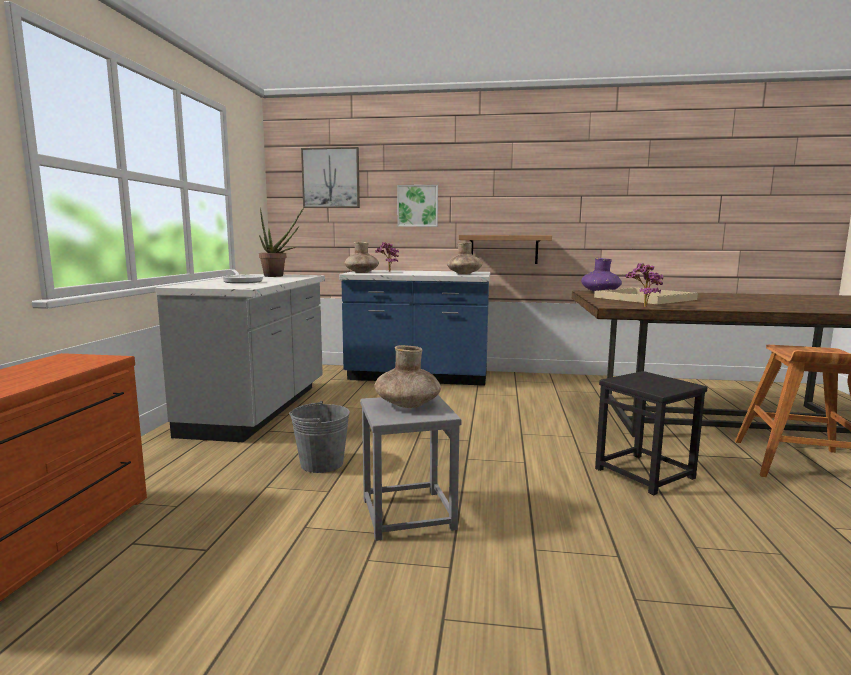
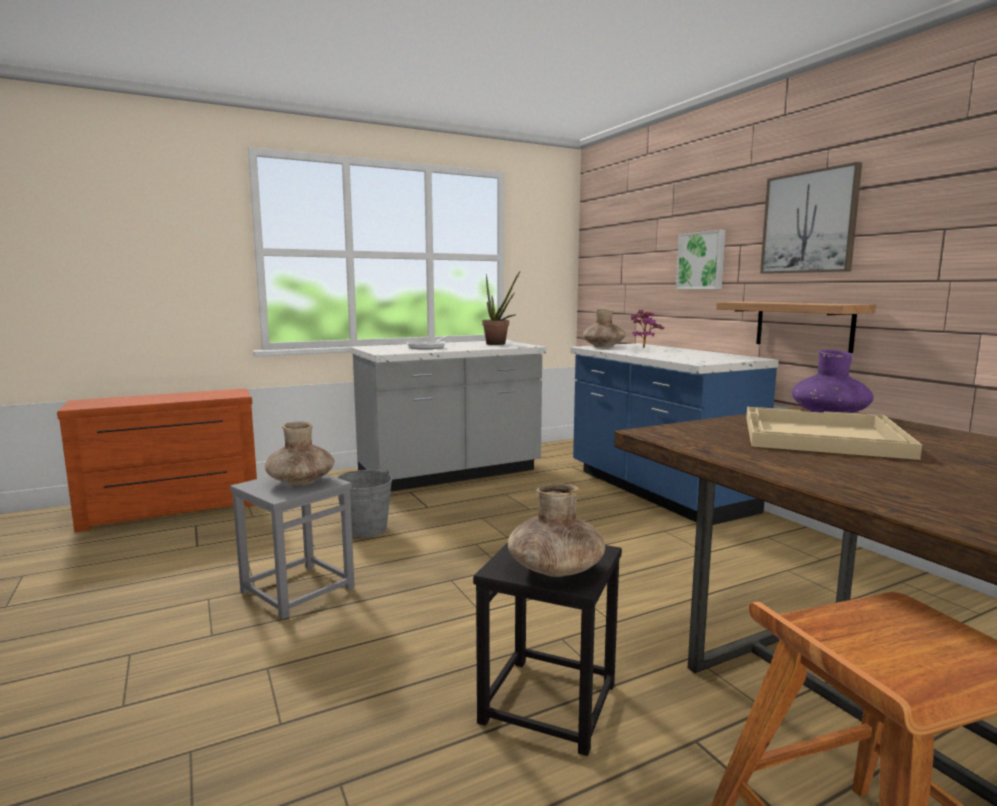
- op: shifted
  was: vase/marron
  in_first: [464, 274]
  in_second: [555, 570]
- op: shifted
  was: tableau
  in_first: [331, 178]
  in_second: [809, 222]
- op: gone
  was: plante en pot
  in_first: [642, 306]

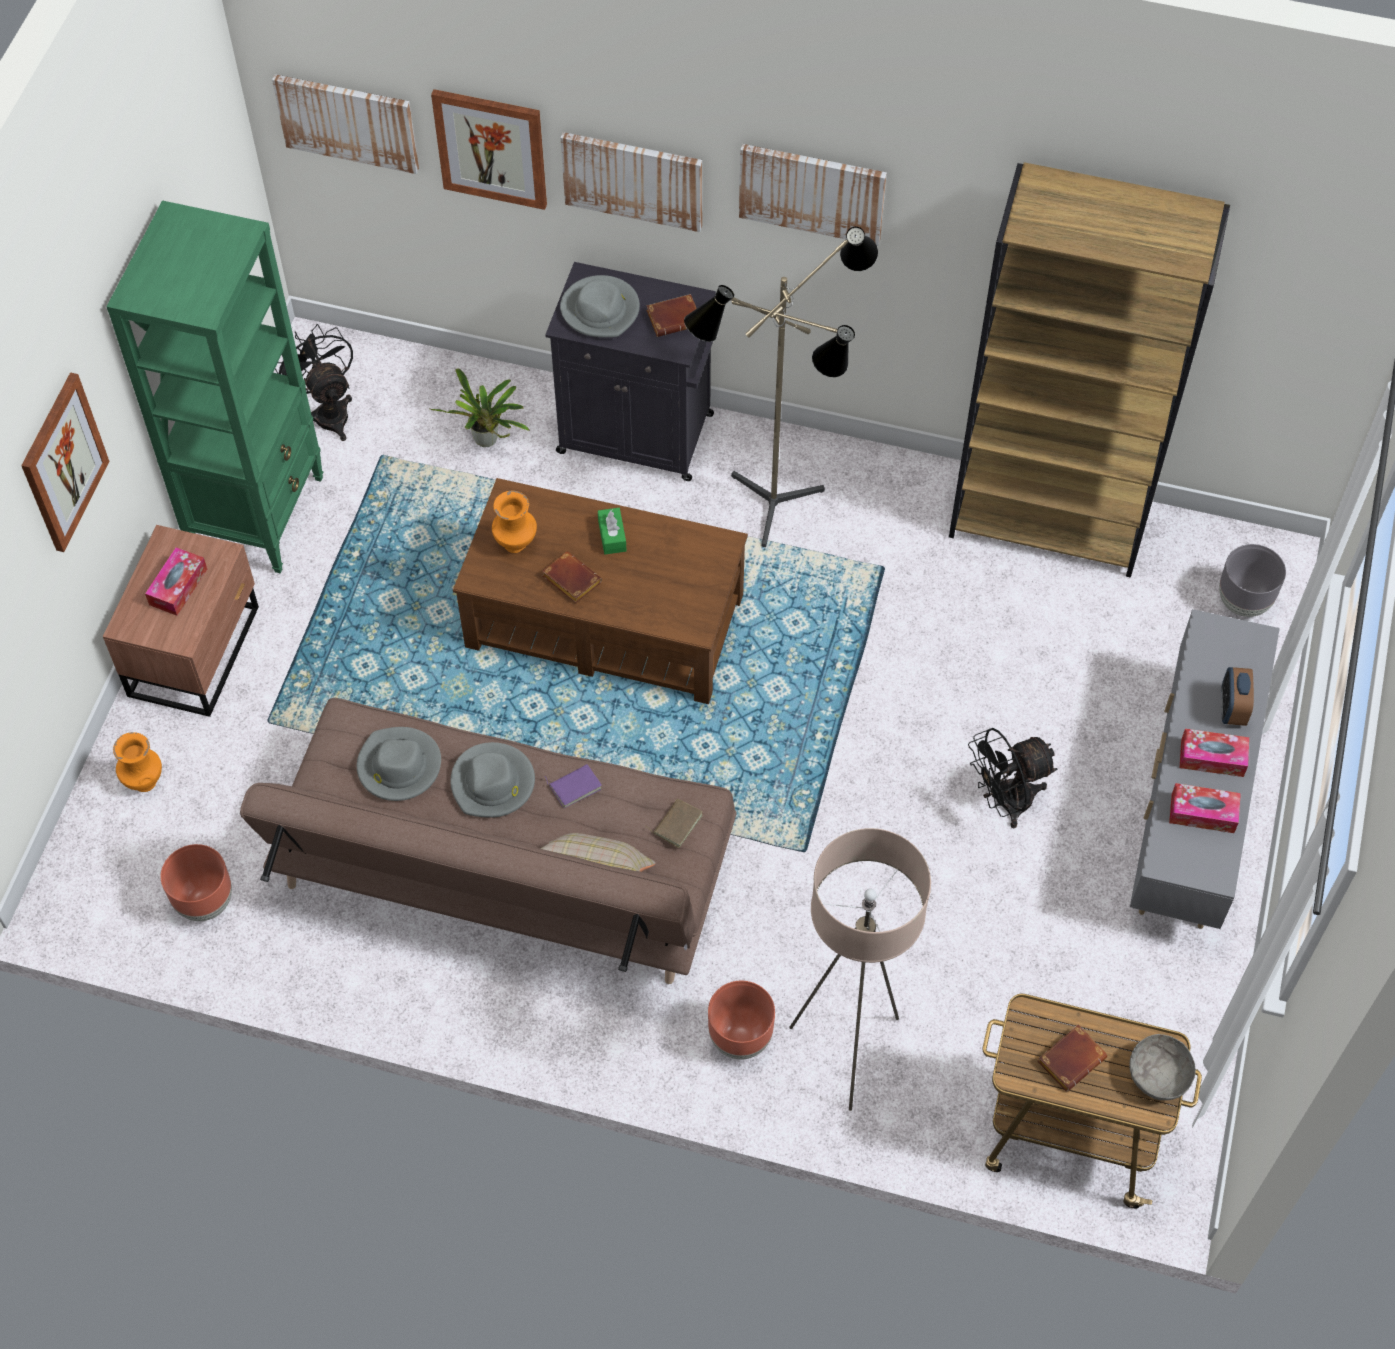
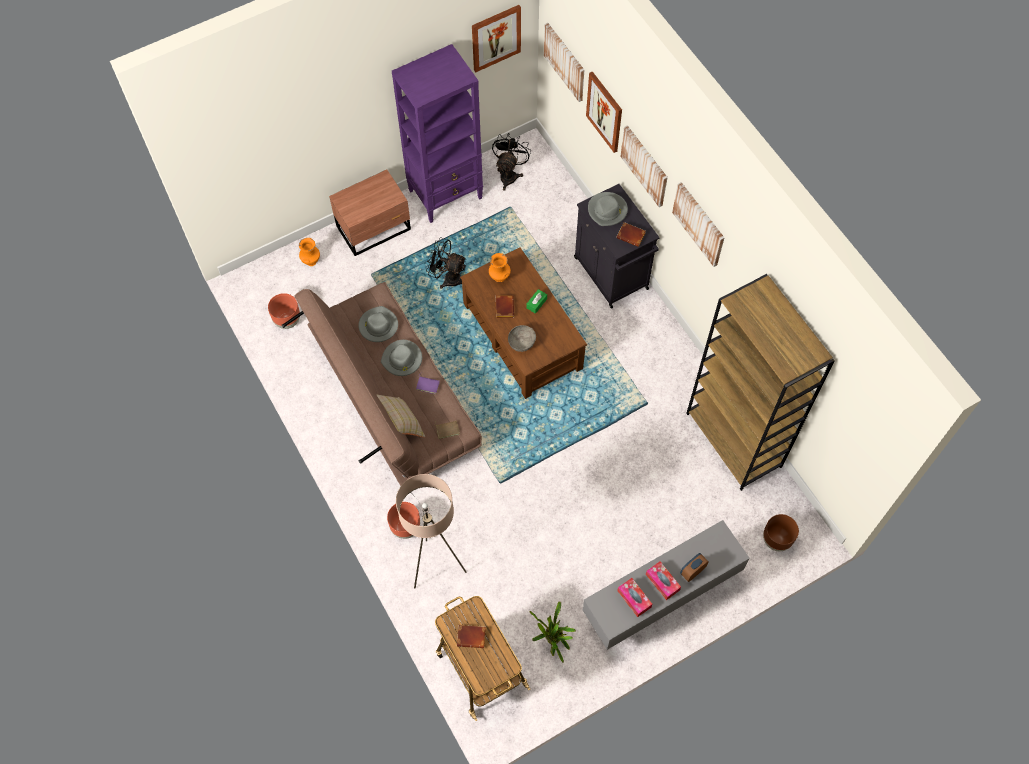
- op: repainted
  was: bibliothèque/vert
  now: bibliothèque/violet
  in_first: [258, 513]
  in_second: [446, 194]
- op: shifted
  was: ventilateur/noir
  in_first: [1005, 802]
  in_second: [448, 278]
- op: shifted
  was: tableau
  in_first: [63, 462]
  in_second: [496, 37]
- op: shifted
  was: bol/gris
  in_first: [1158, 1075]
  in_second: [521, 342]
- op: shifted
  was: plante en pot
  in_first: [488, 442]
  in_second: [553, 641]
- op: repainted
  was: cache-pot/gris
  now: cache-pot/marron
  in_first: [1244, 602]
  in_second: [776, 540]
- op: gone
  was: boîte à mouchoirs
  in_first: [178, 587]
- op: gone
  was: lampadaire
  in_first: [778, 512]

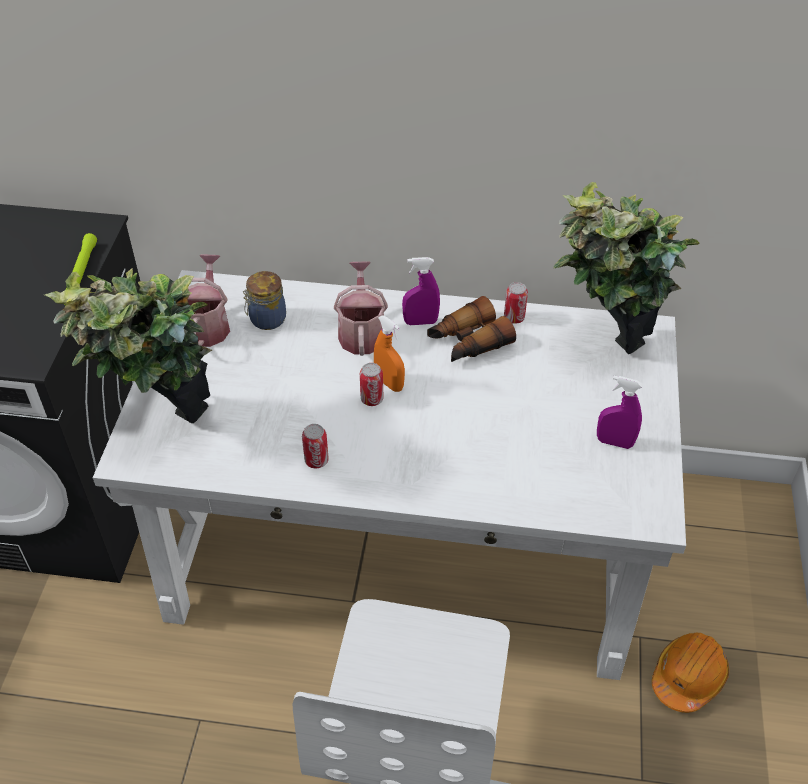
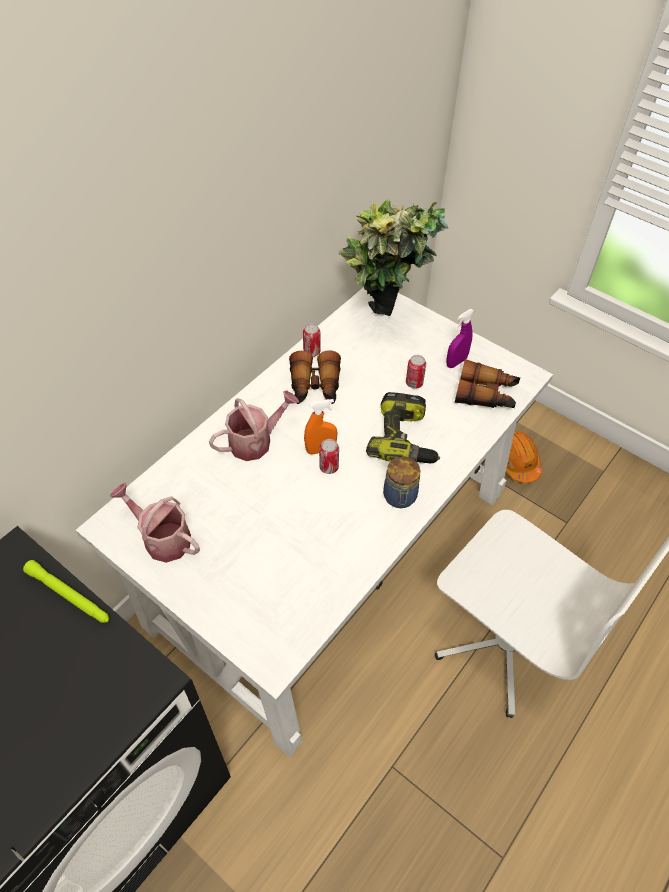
- op: rotated
  was: arrosoir
  in_first: [361, 332]
  in_second: [256, 441]
  clockwise: 120
- op: new
  now: perceuse
  in_second: [405, 439]
- op: shifted
  was: bocal
  in_first: [266, 319]
  in_second: [400, 497]
- op: shifted
  was: boîte métallique
  in_first: [316, 460]
  in_second: [414, 383]
- op: new
  now: jumelles
  in_second: [486, 394]
- op: gone
  was: plante en pot
  in_first: [167, 435]
- op: gone
  was: vaporisateur/violet
  in_first: [420, 322]

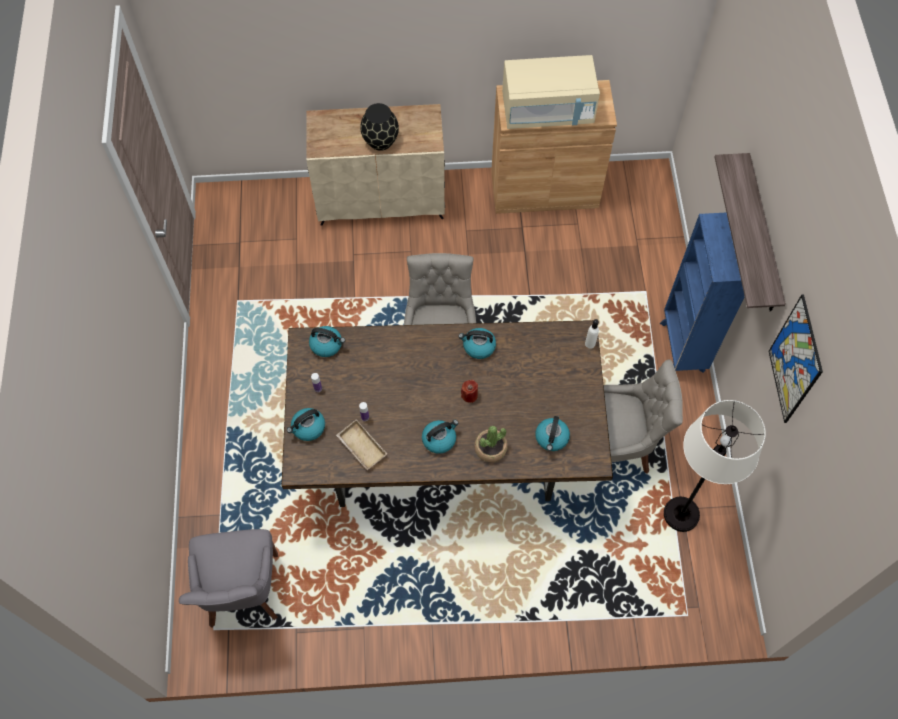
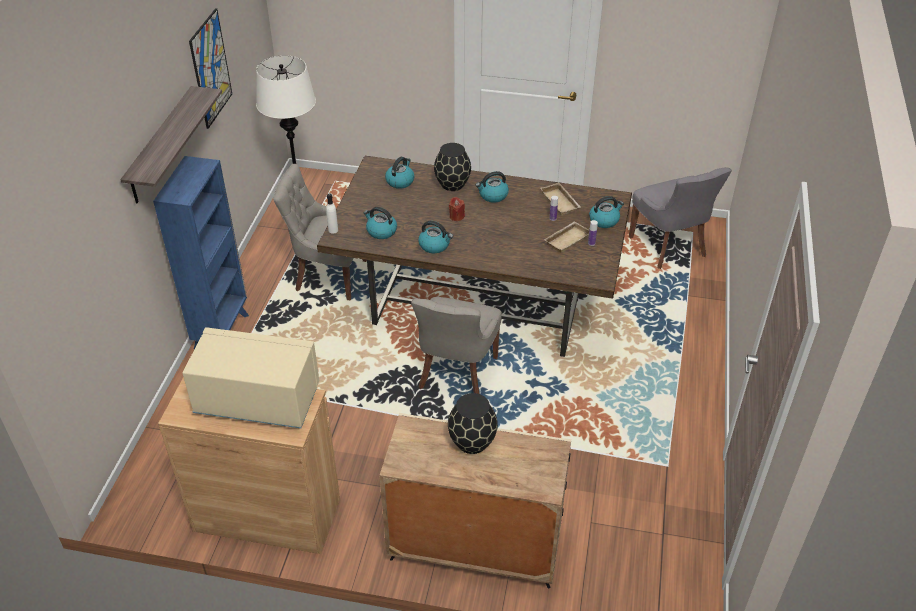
- op: shifted
  was: bouilloire
  in_first: [327, 345]
  in_second: [381, 231]
- op: swapped
  was: plante en pot
  now: vase/noir
  in_first: [490, 448]
  in_second: [452, 184]
- op: new
  now: plateau/beige
  in_second: [566, 239]
- op: rotated
  was: chaise/gris
  in_first: [242, 592]
  in_second: [669, 247]
  clockwise: 150

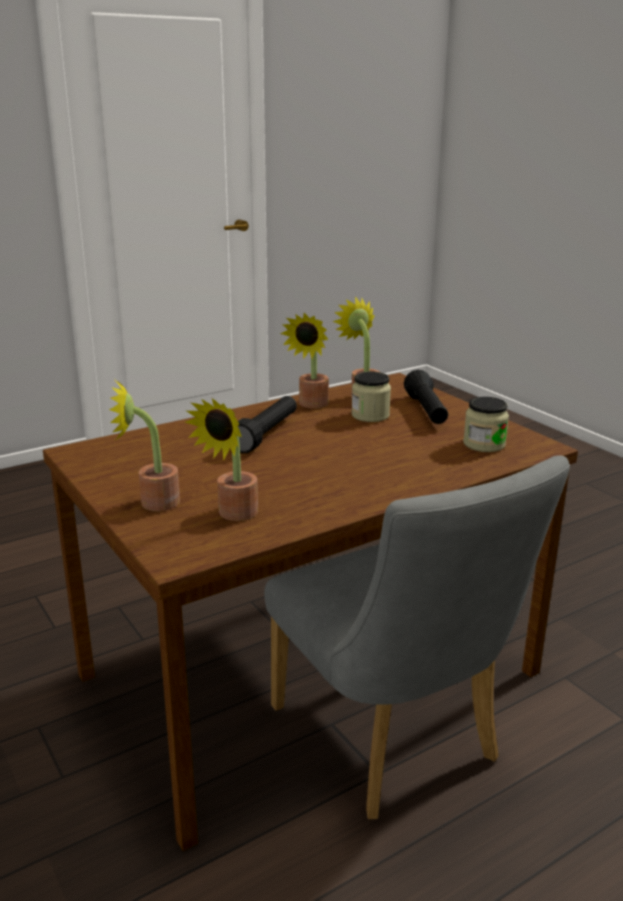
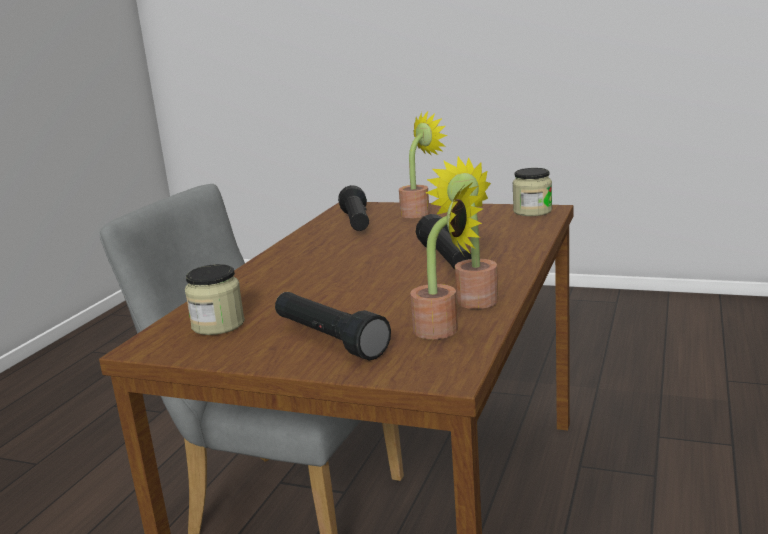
- op: swapped
  was: plante en pot
  now: lampe de poche/noir
  in_first: [233, 515]
  in_second: [356, 223]
- op: shifted
  was: bocal
  in_first: [370, 415]
  in_second: [532, 211]

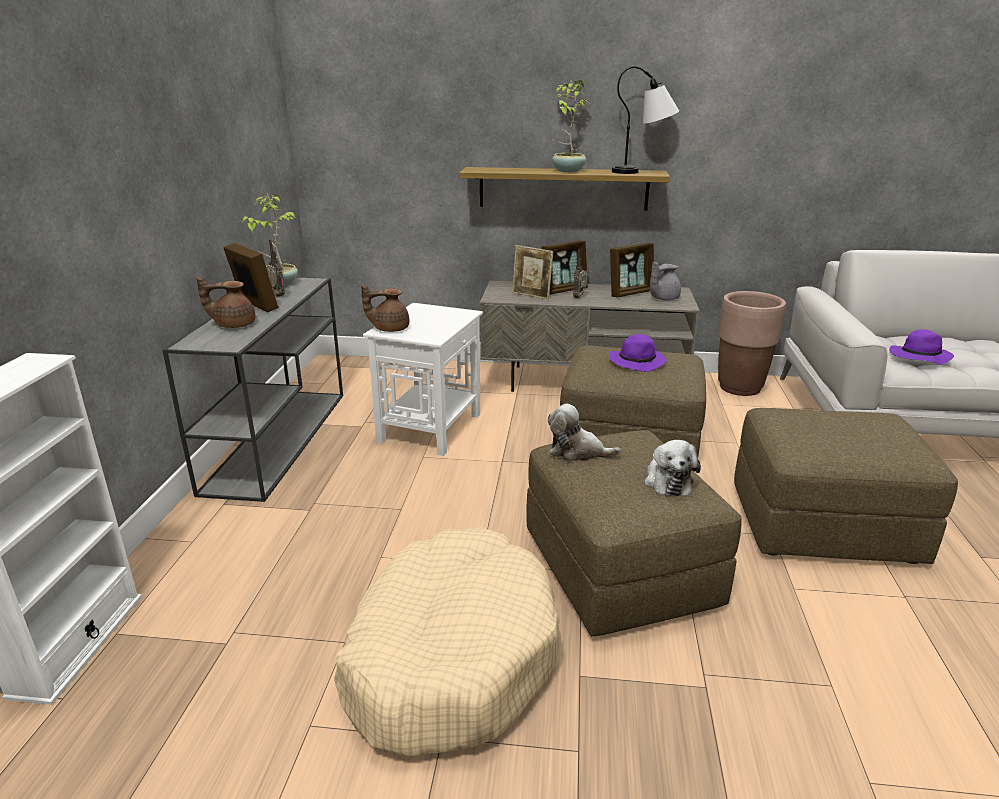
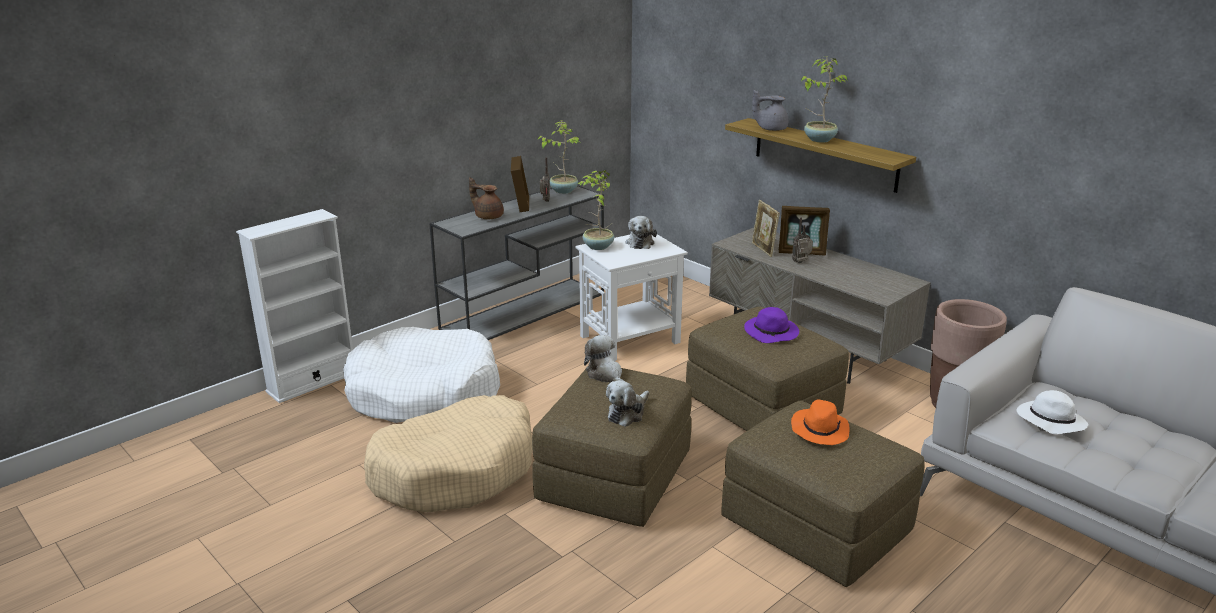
- op: new
  now: panier pour chien/blanc
  in_second: [424, 393]
- op: swapped
  was: théière/marron
  now: plante en pot
  in_first: [389, 328]
  in_second: [597, 247]
- op: new
  now: peluche
  in_second: [640, 242]
- op: shifted
  was: théière/gris
  in_first: [663, 298]
  in_second: [770, 129]
- op: new
  now: chapeau/orange
  in_second: [819, 430]
- op: repainted
  was: chapeau/violet
  now: chapeau/blanc
  in_first: [918, 357]
  in_second: [1049, 421]
- op: gone
  was: cadre photo
  in_first: [630, 293]
- op: gone
  was: lampe de table
  in_first: [643, 172]

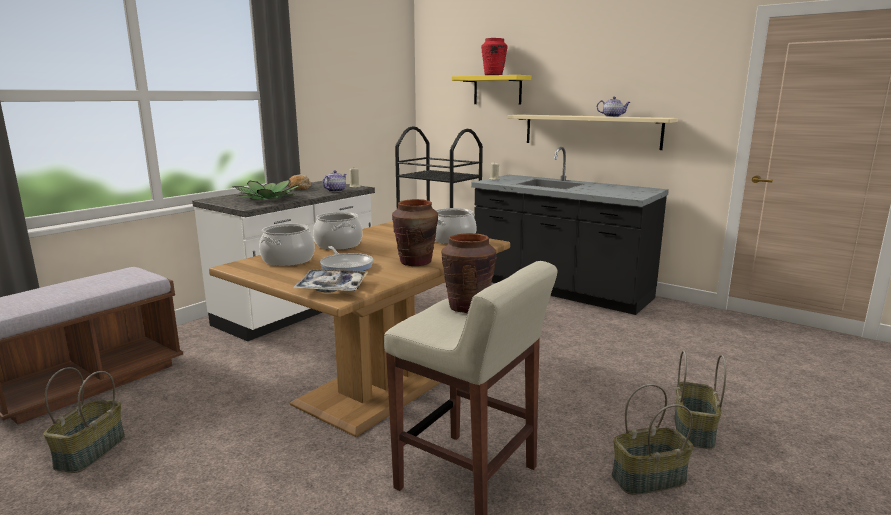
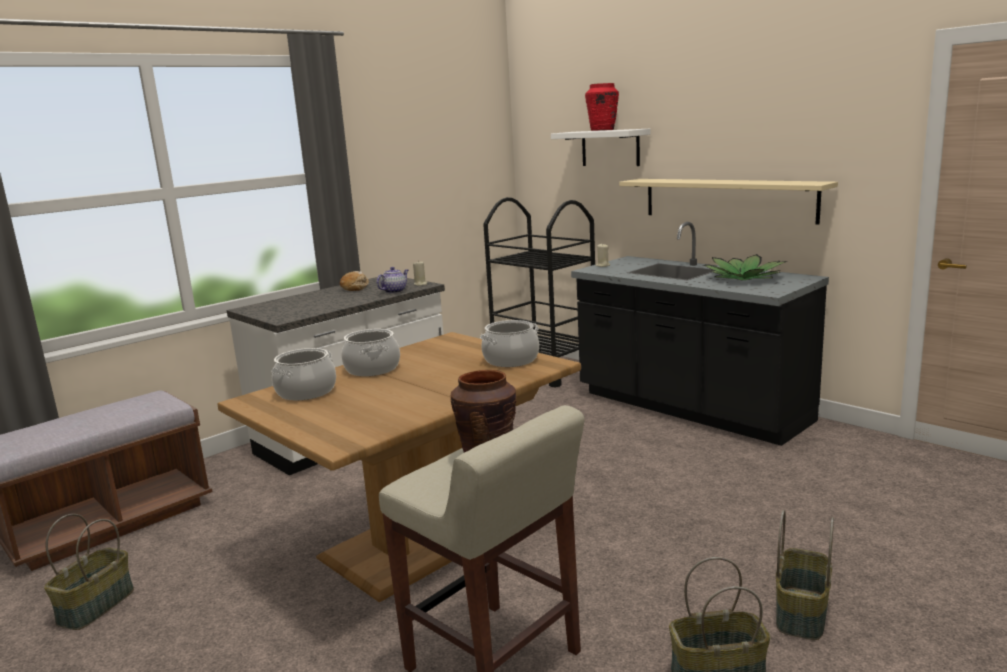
- op: repainted
  was: étagère/jaune
  now: étagère/blanc
  in_first: [497, 90]
  in_second: [610, 148]
- op: shifted
  was: plante en pot
  in_first: [268, 198]
  in_second: [744, 278]
- op: gone
  was: plateau
  in_first: [332, 288]
- op: gone
  was: poêle
  in_first: [346, 266]
- op: gone
  was: vase/marron
  in_first: [415, 262]
- op: gone
  was: théière
  in_first: [613, 116]

